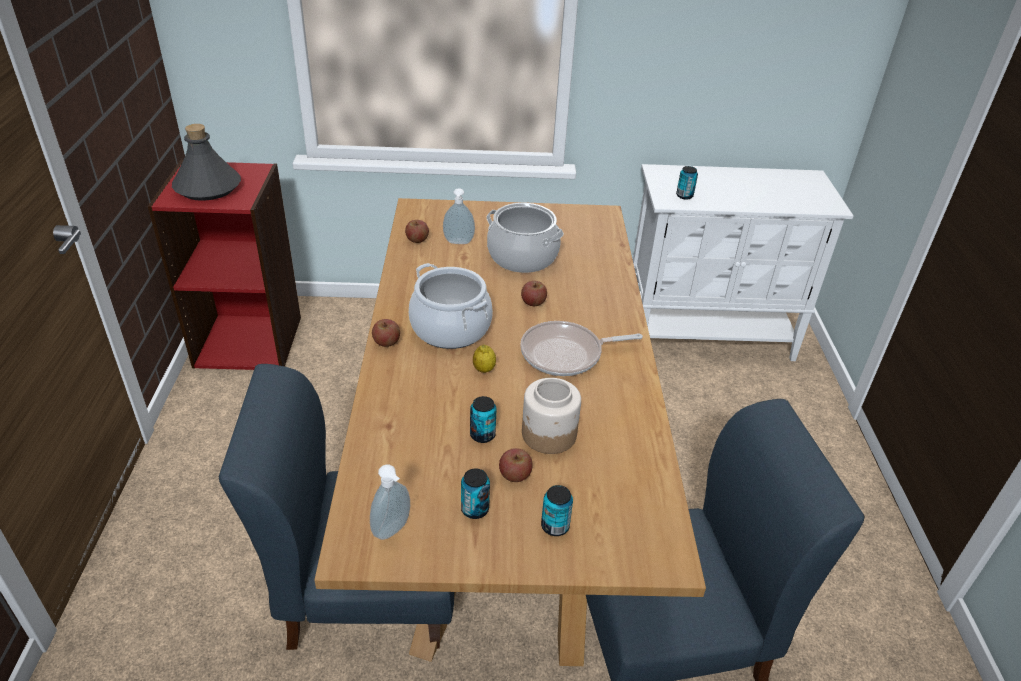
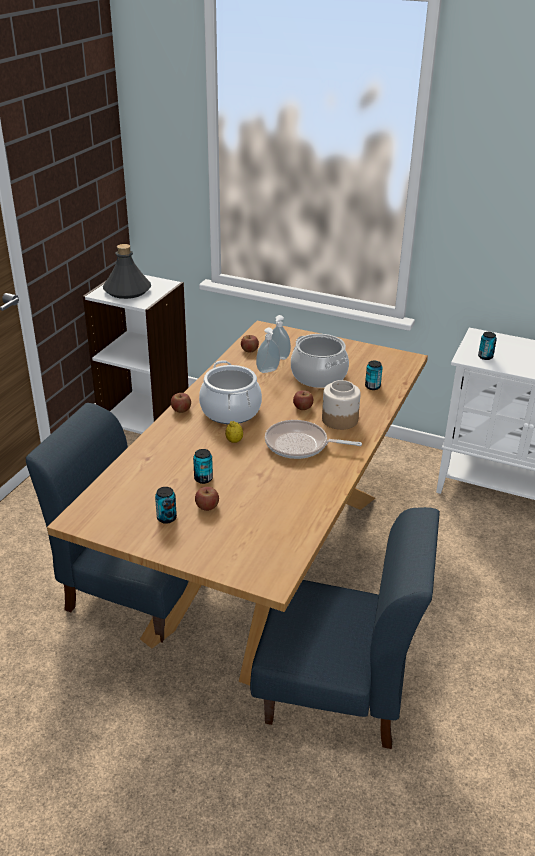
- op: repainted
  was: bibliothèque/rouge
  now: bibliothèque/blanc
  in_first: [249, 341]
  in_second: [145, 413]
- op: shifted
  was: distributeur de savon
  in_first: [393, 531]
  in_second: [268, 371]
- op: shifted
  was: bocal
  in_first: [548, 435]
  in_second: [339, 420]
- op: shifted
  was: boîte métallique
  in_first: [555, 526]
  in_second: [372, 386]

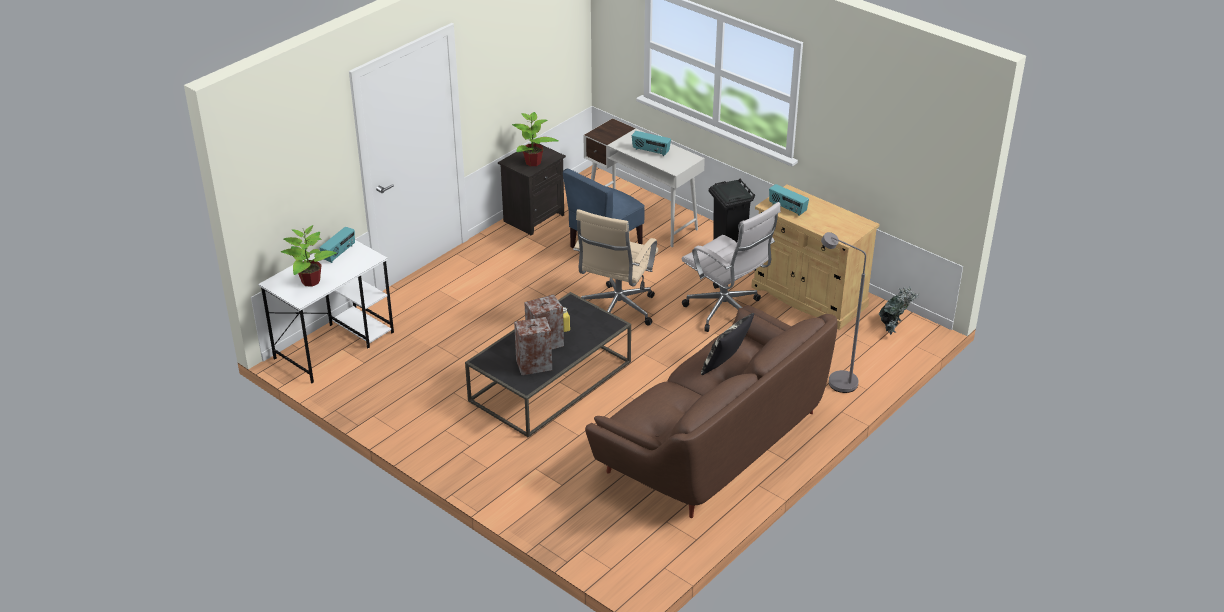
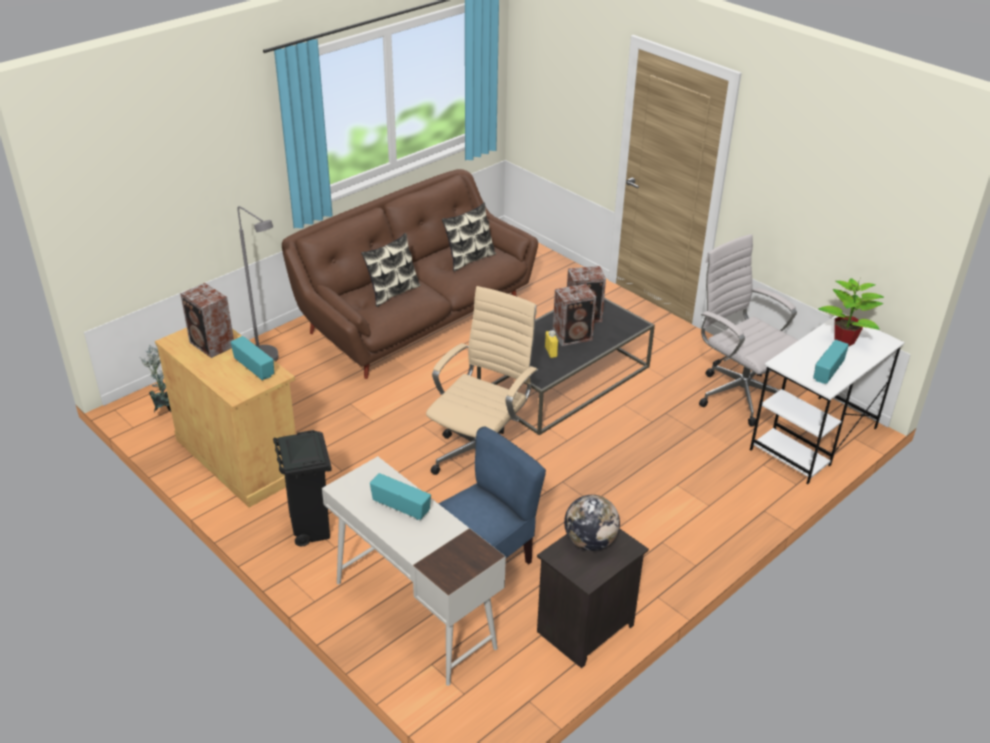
- op: new
  now: enceinte
  in_second: [212, 345]
- op: new
  now: coussin
  in_second: [469, 259]
- op: swapped
  was: plante en pot
  now: globe
  in_first: [533, 162]
  in_second: [590, 542]
- op: shifted
  was: chaise de bureau/blanc
  in_first: [726, 312]
  in_second: [737, 394]

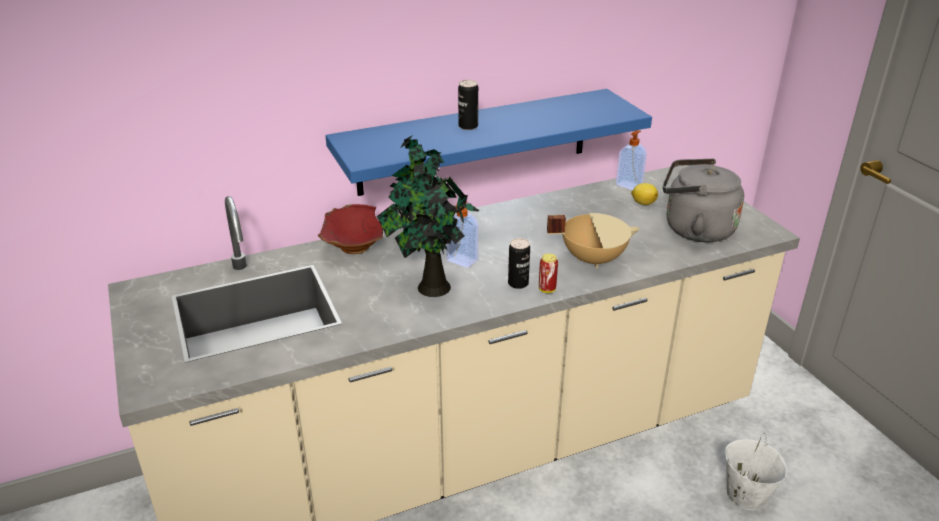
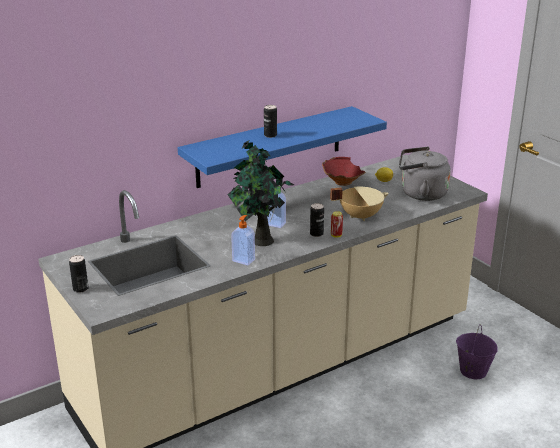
- op: new
  now: boîte métallique
  in_second: [80, 289]
- op: shifted
  was: distributeur de savon
  in_first: [629, 185]
  in_second: [244, 260]
- op: shifted
  was: bol/rouge
  in_first: [352, 247]
  in_second: [341, 182]
- op: repainted
  was: seau/blanc
  now: seau/violet
  in_first: [745, 494]
  in_second: [472, 371]

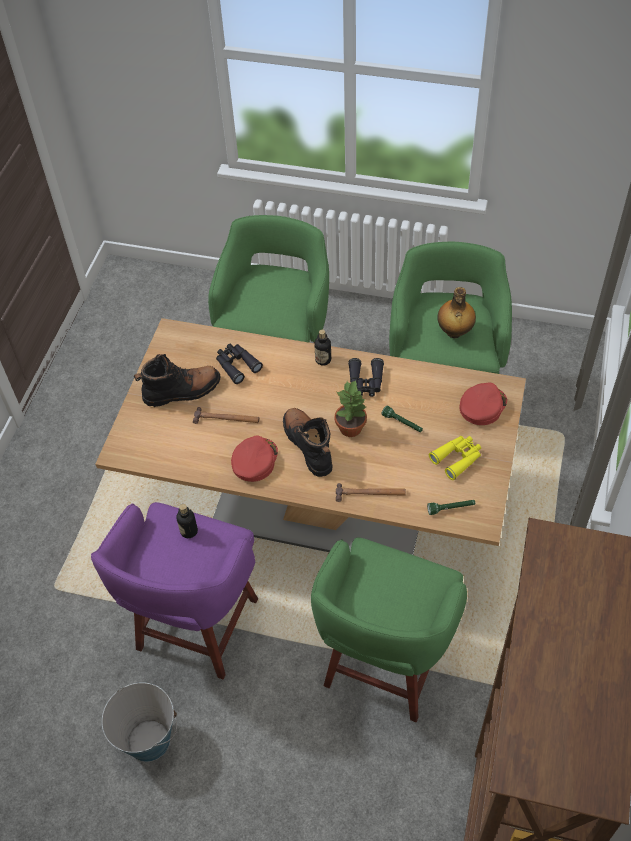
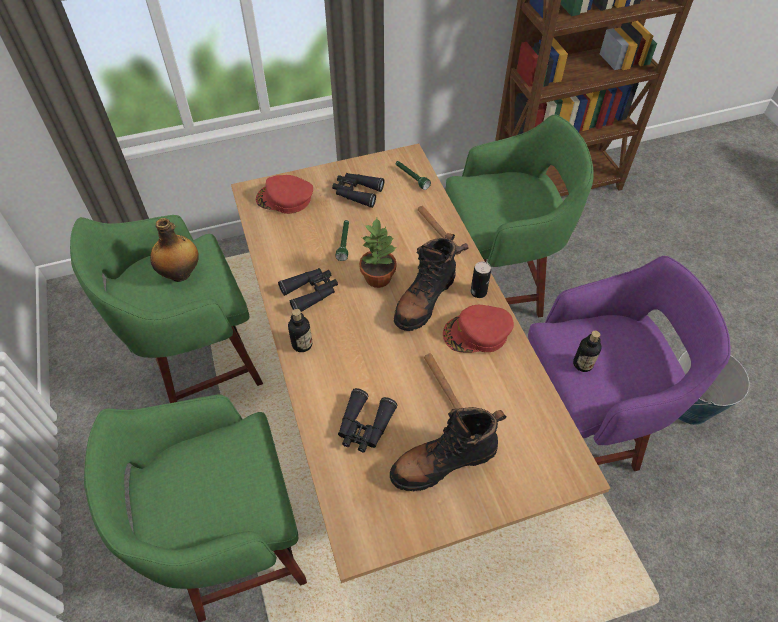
- op: repainted
  was: jumelles/jaune
  now: jumelles/noir
  in_first: [457, 458]
  in_second: [357, 193]
- op: rotated
  was: botte/noir
  in_first: [182, 391]
  in_second: [443, 462]
  clockwise: -60
- op: new
  now: boîte métallique
  in_second: [478, 292]

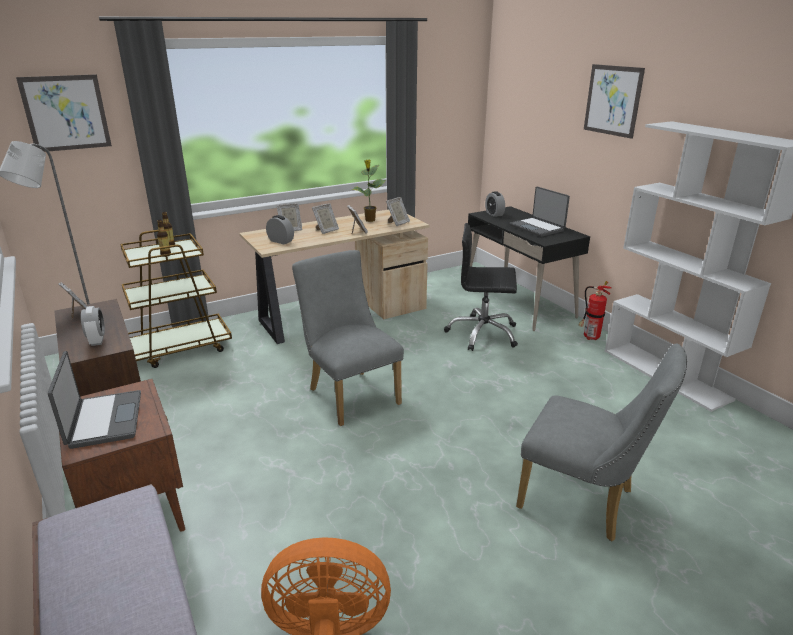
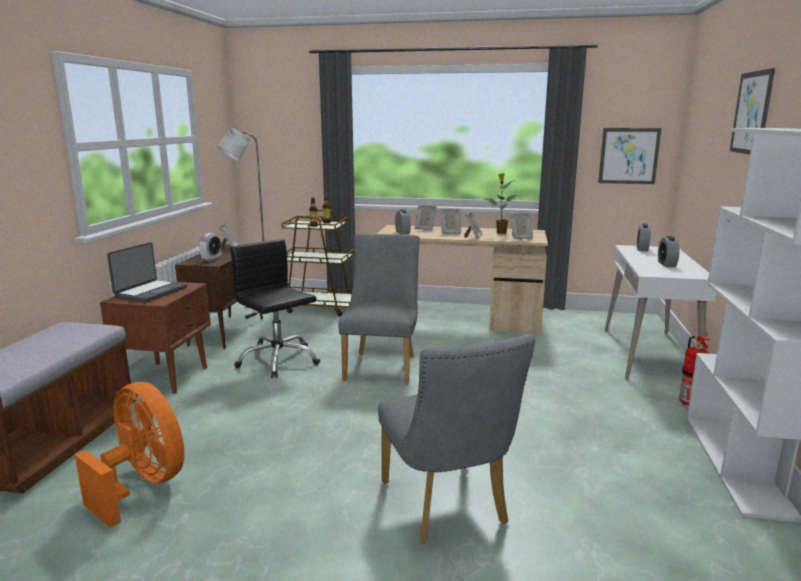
- op: shifted
  was: chaise de bureau/noir
  in_first: [482, 334]
  in_second: [278, 360]
- op: shifted
  was: tableau
  in_first: [66, 113]
  in_second: [629, 156]
- op: repainted
  was: bureau/noir
  now: bureau/blanc
  in_first: [518, 303]
  in_second: [648, 354]
- op: swapped
  was: ordinateur portable
  now: réveil
  in_first: [537, 228]
  in_second: [666, 264]

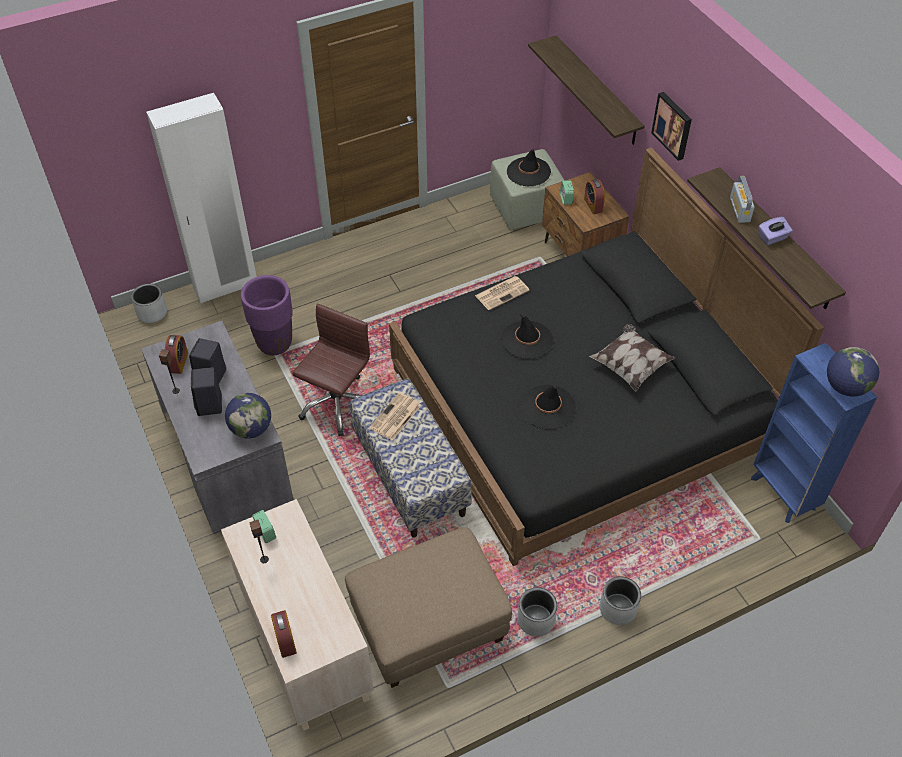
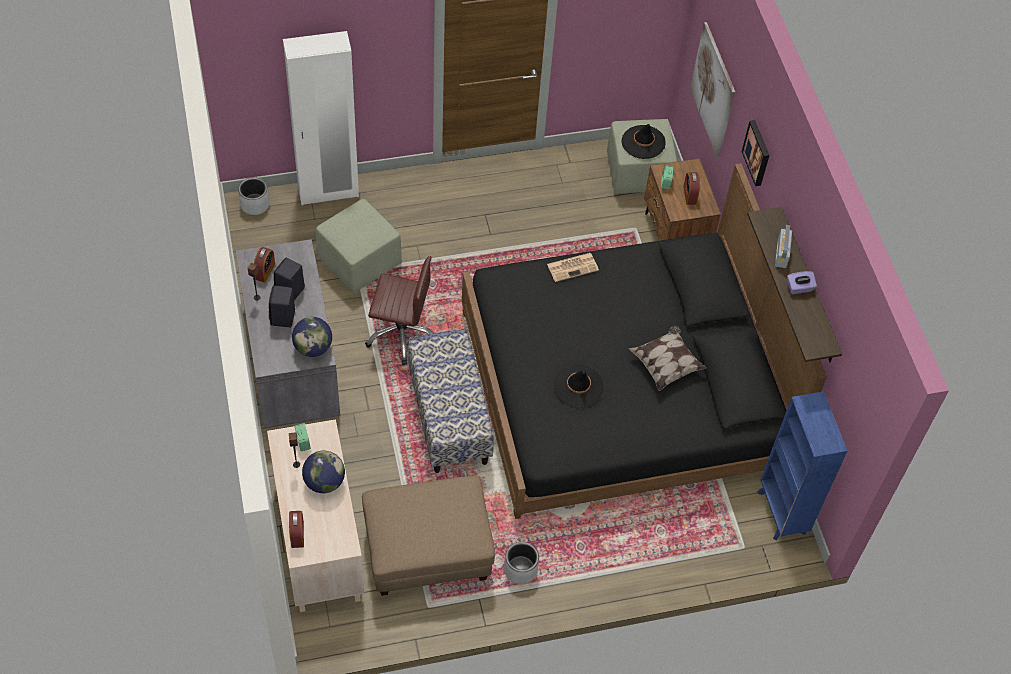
- op: shifted
  was: globe
  in_first: [845, 387]
  in_second: [324, 482]
- op: swapped
  was: cache-pot/violet
  now: pouf/vert
  in_first: [274, 343]
  in_second: [360, 261]
- op: rotated
  was: chaise de bureau/marron
  in_first: [337, 404]
  in_second: [401, 333]
  clockwise: 60
- op: swapped
  was: étagère
  now: tableau
  in_first: [597, 91]
  in_second: [713, 89]
- op: gone
  was: journal
  in_first: [395, 417]
- op: gone
  was: chapeau/noir
  in_first: [526, 340]
- op: gone
  was: cache-pot/gris
  in_first: [618, 609]

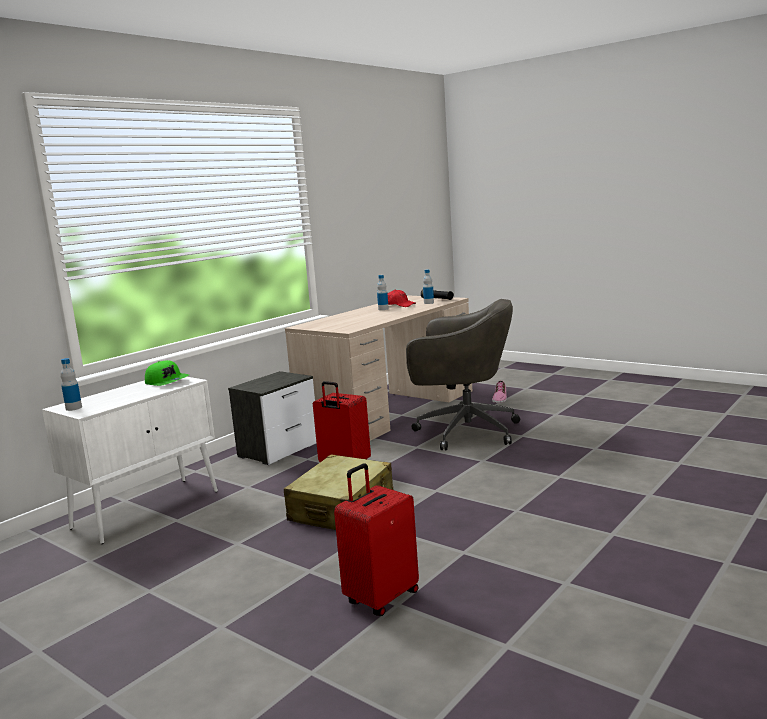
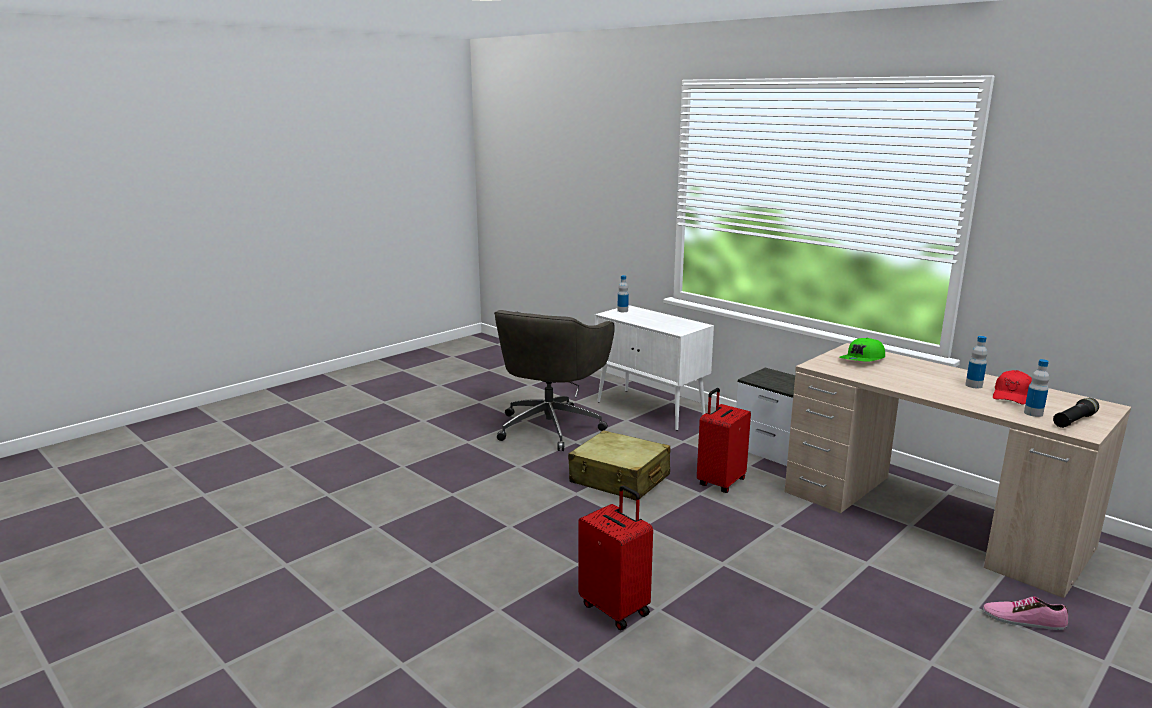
- op: shifted
  was: chaise de bureau/gris
  in_first: [464, 431]
  in_second: [551, 426]
- op: shifted
  was: valise/rouge
  in_first: [381, 598]
  in_second: [616, 608]
- op: shifted
  was: casquette/vert
  in_first: [167, 381]
  in_second: [862, 359]

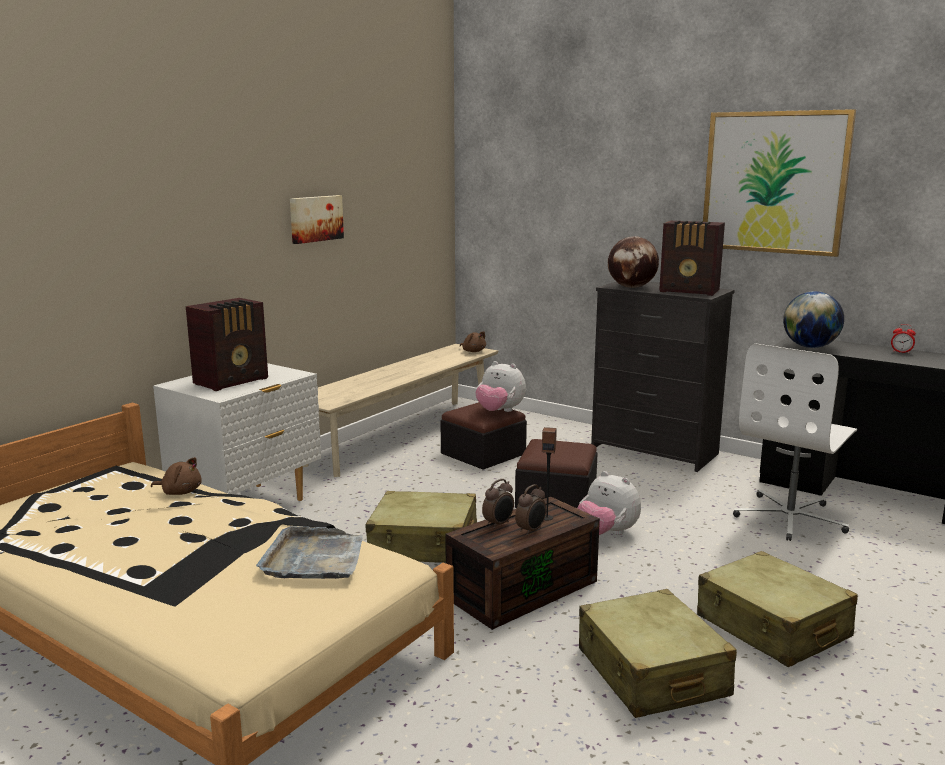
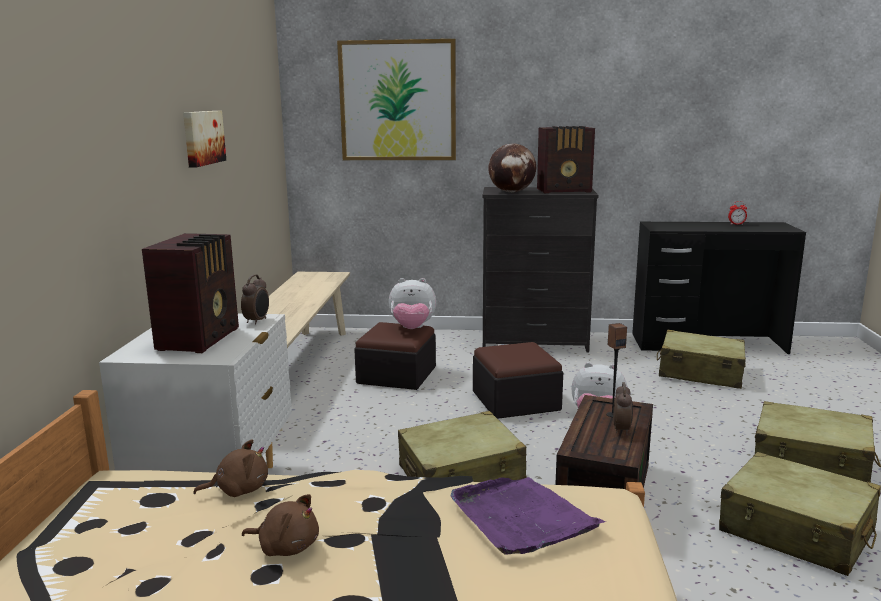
- op: shifted
  was: réveil
  in_first: [498, 524]
  in_second: [257, 321]
- op: shifted
  was: peluche/marron
  in_first: [473, 351]
  in_second: [286, 547]
- op: shifted
  was: tableau
  in_first: [774, 182]
  in_second: [398, 101]
- op: repainted
  was: plateau/gris
  now: plateau/violet
  in_first: [314, 558]
  in_second: [521, 518]
- op: swapped
  was: chaise de bureau/blanc
  now: valise/beige
  in_first: [790, 518]
  in_second: [700, 373]
- op: gone
  was: globe
  in_first: [810, 347]

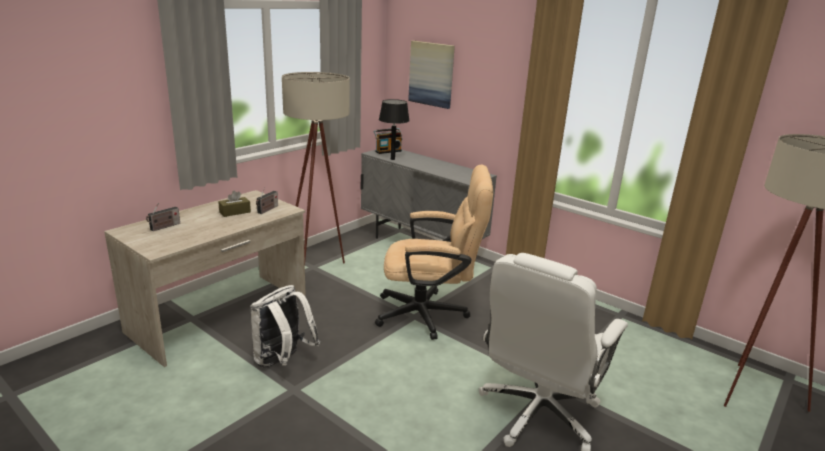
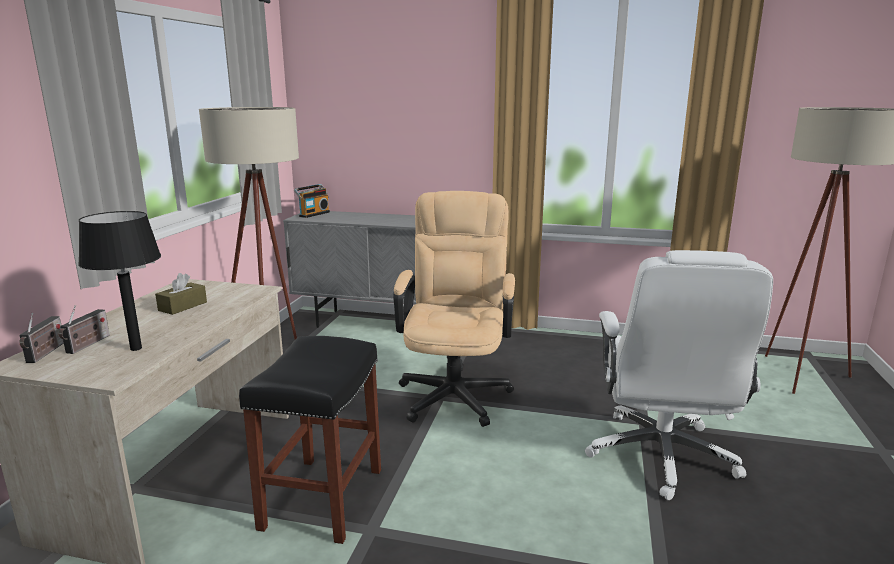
- op: shifted
  was: radio
  in_first: [267, 210]
  in_second: [45, 353]
- op: shifted
  was: lampe de table/noir
  in_first: [392, 159]
  in_second: [135, 348]
- op: swapped
  was: sac à dos/blanc
  now: tabouret/noir
  in_first: [282, 361]
  in_second: [323, 499]
- op: rotated
  was: chaise de bureau/beige
  in_first: [430, 314]
  in_second: [455, 390]
  clockwise: -60
- op: gone
  was: tableau
  in_first: [431, 74]

